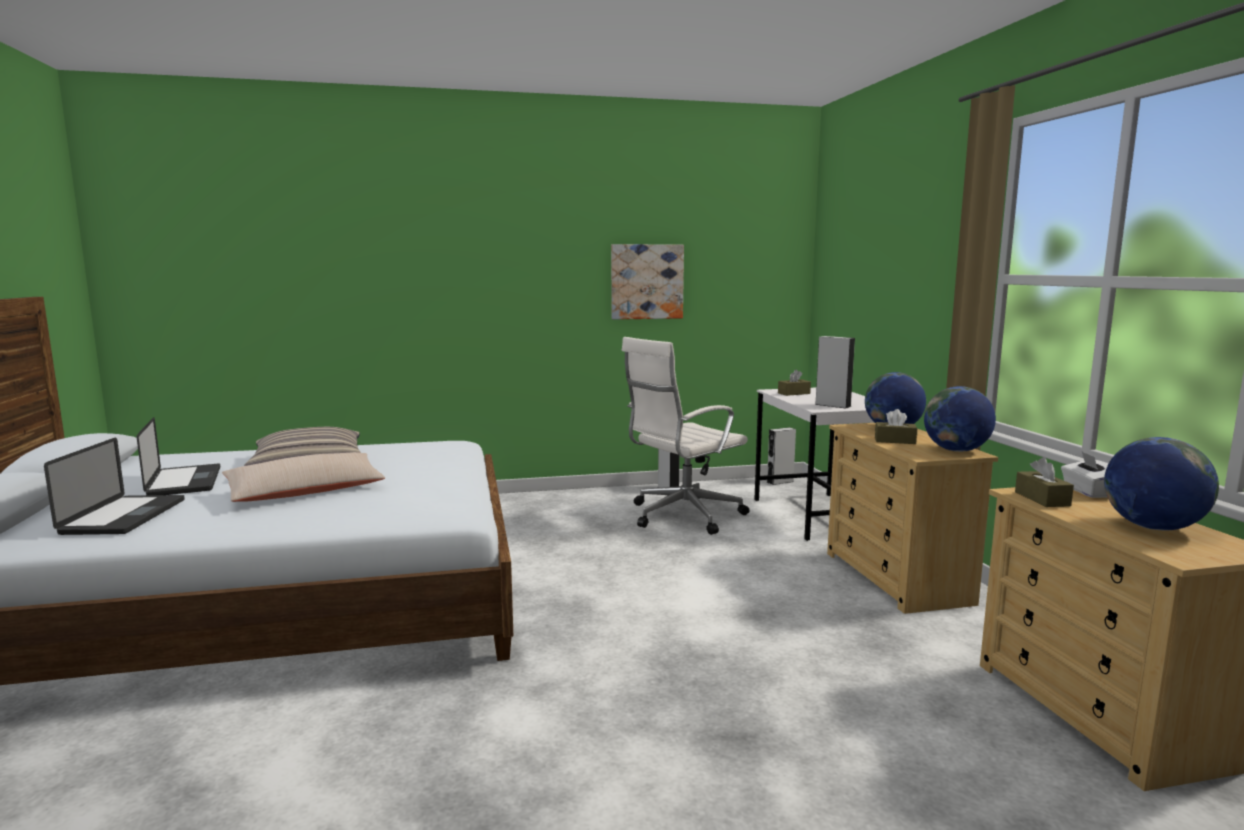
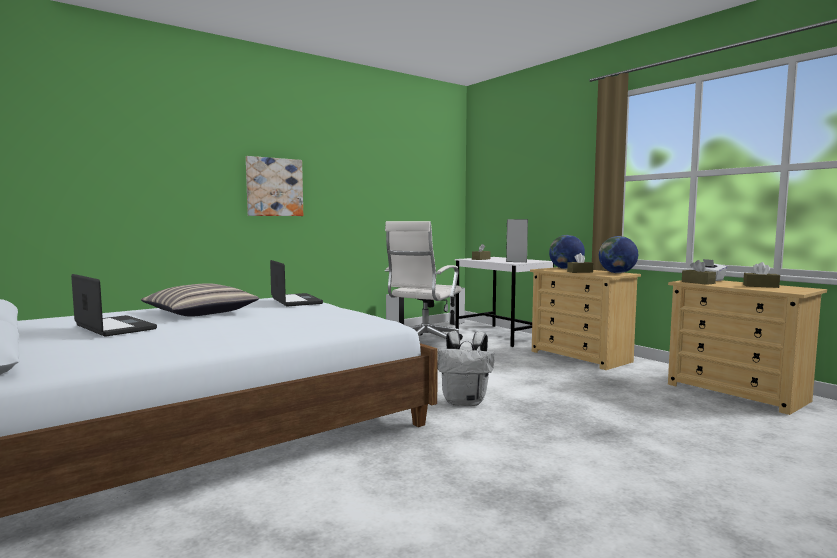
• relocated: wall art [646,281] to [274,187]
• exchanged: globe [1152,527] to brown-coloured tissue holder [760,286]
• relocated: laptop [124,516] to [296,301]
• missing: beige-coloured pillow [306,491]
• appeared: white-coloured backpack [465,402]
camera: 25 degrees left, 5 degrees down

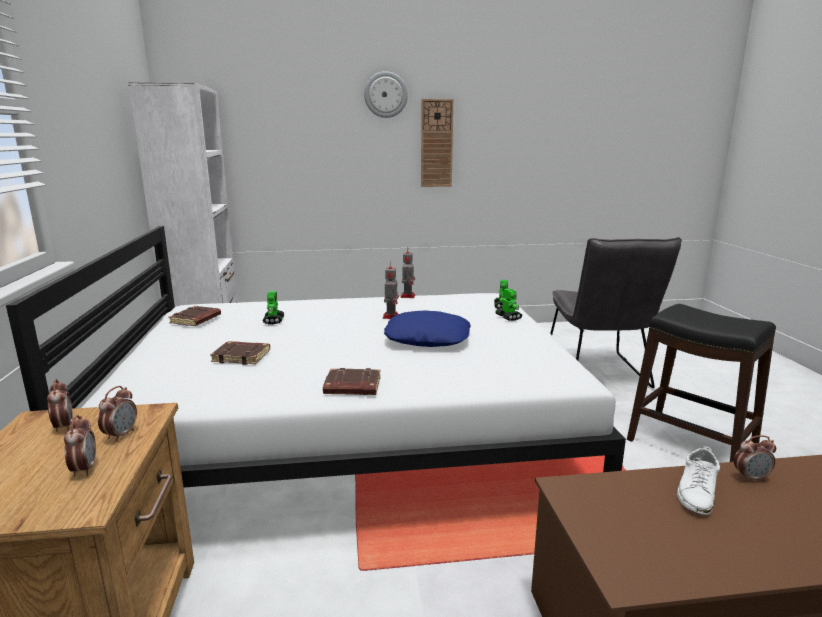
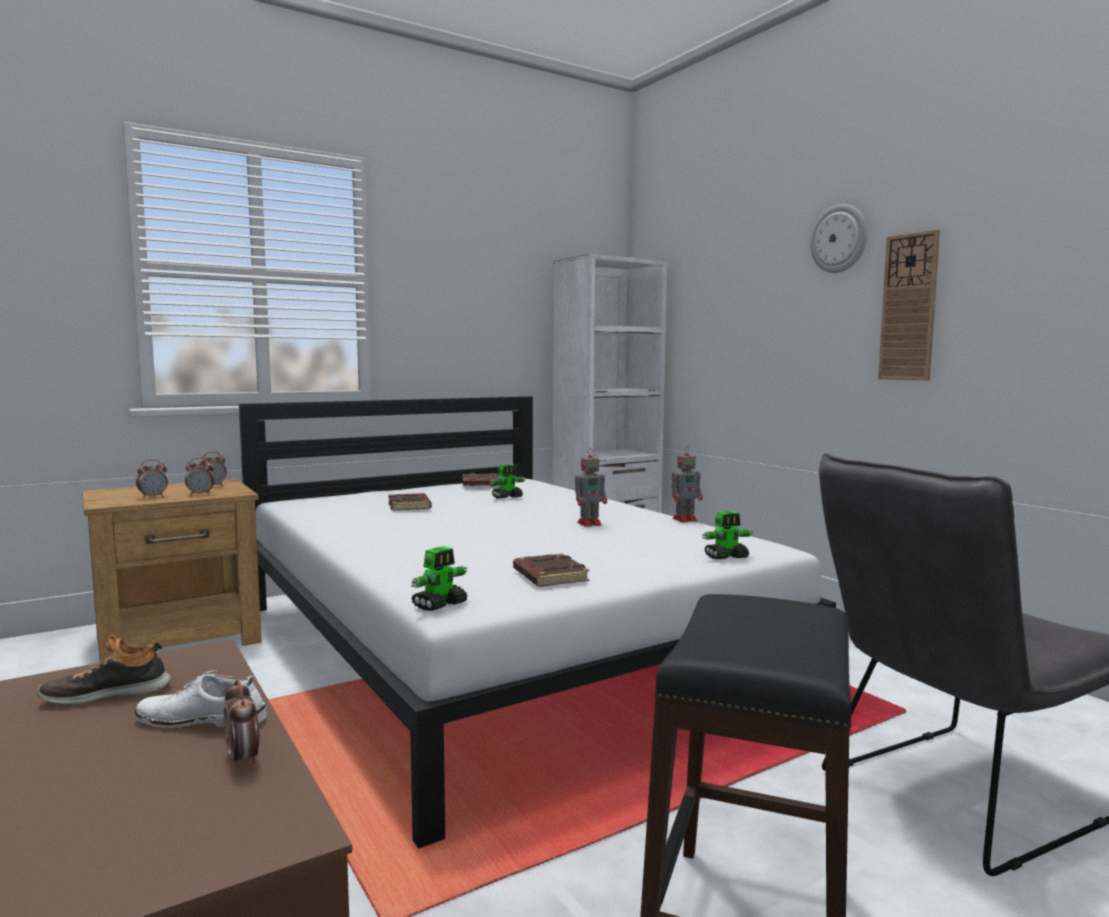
• relocated: robot figure [508,317] to [440,604]
• missing: bluish pillow [428,338]
• relocated: brown-coloured bound book [351,387] to [548,576]
• appeared: low shoe [107,693]
camera: 65 degrees right, 10 degrees down

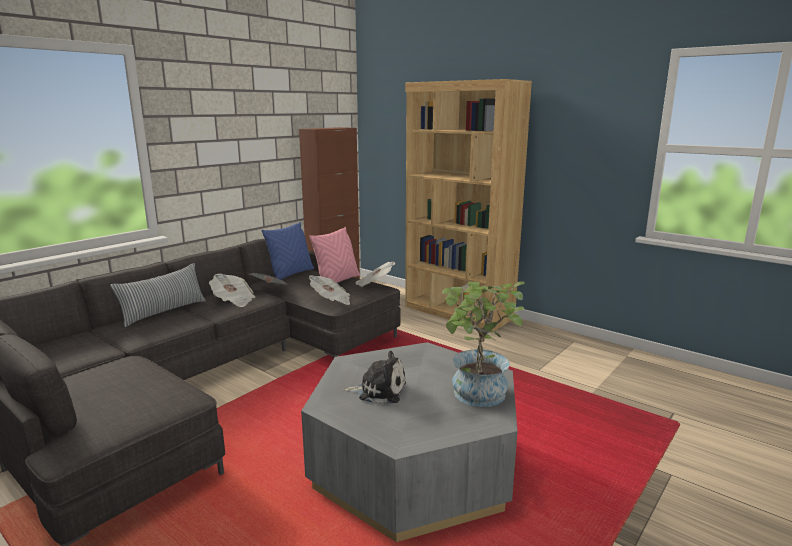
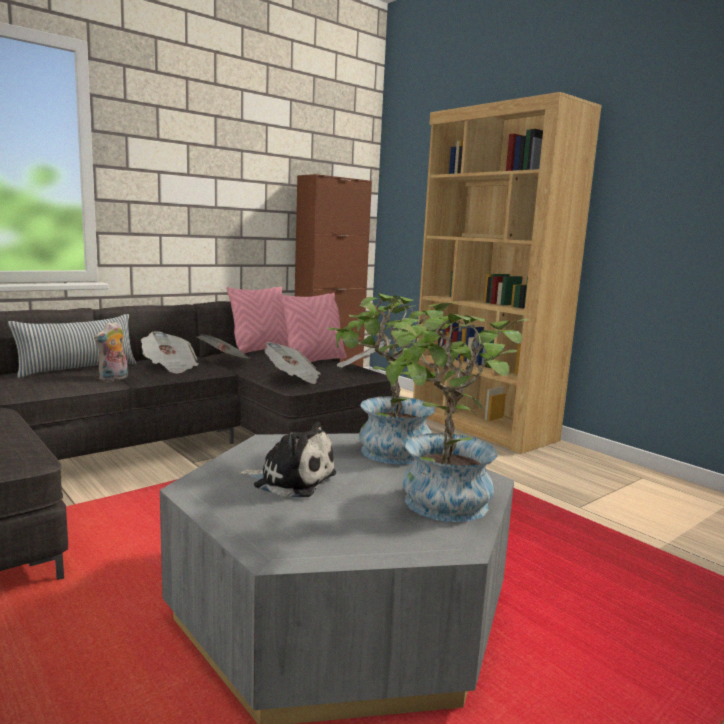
• colour: bluish pillow [291,274] to pinkish pillow [261,350]
• appeared: plant in a pot [386,453]
• appeared: soft toy [113,379]
camera: 10 degrees right, 5 degrees down

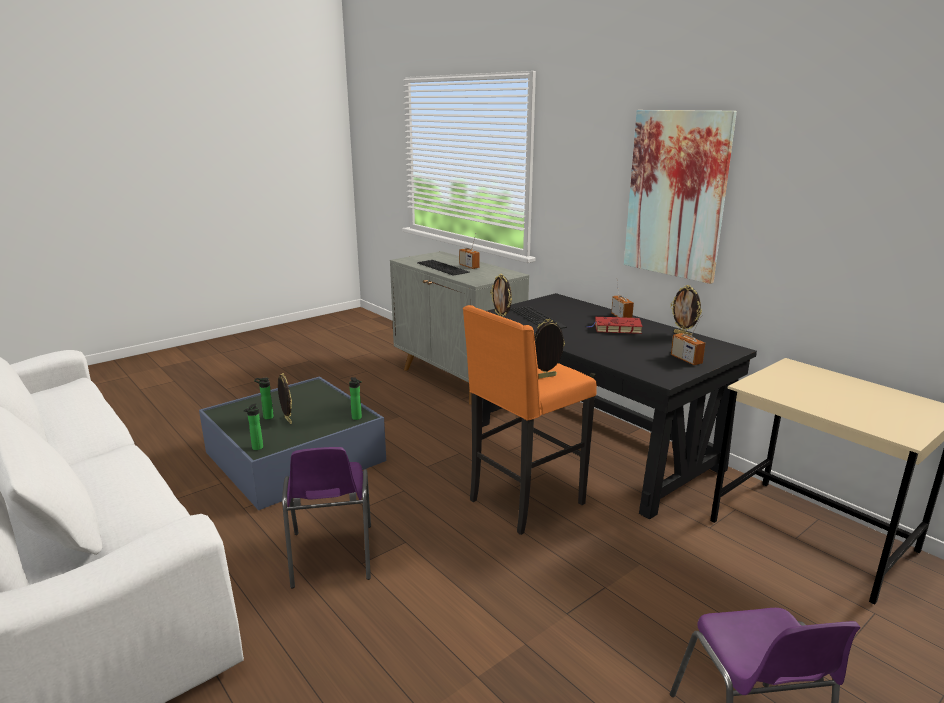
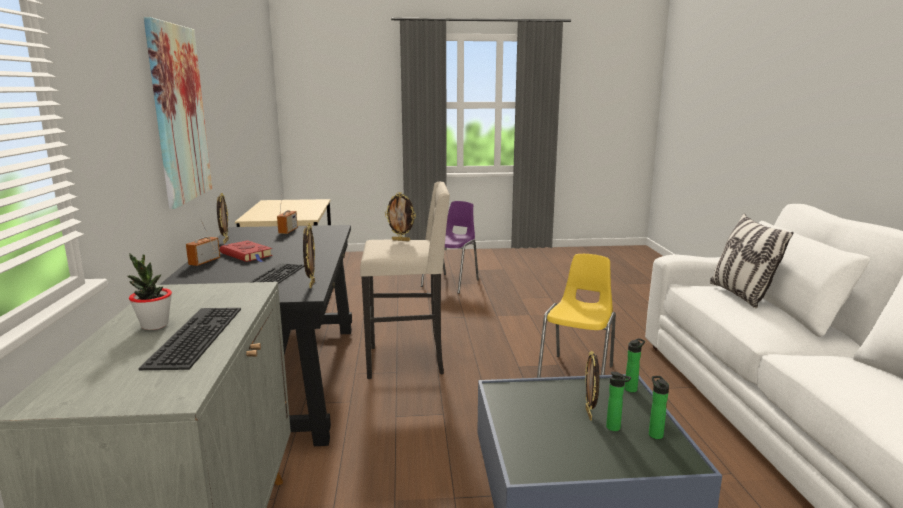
• exchanged: radio [469,266] to plant in a pot [154,325]
• colour: orange stool seat [524,502] to beige-coloured stool seat [407,361]
• relocated: drink bottle [357,418] to [654,434]
• colour: purplish plain chair [331,557] to yellow-coloured plain chair [577,374]
• appeared: pillow [740,295]
camera: 145 degrees left, 5 degrees down

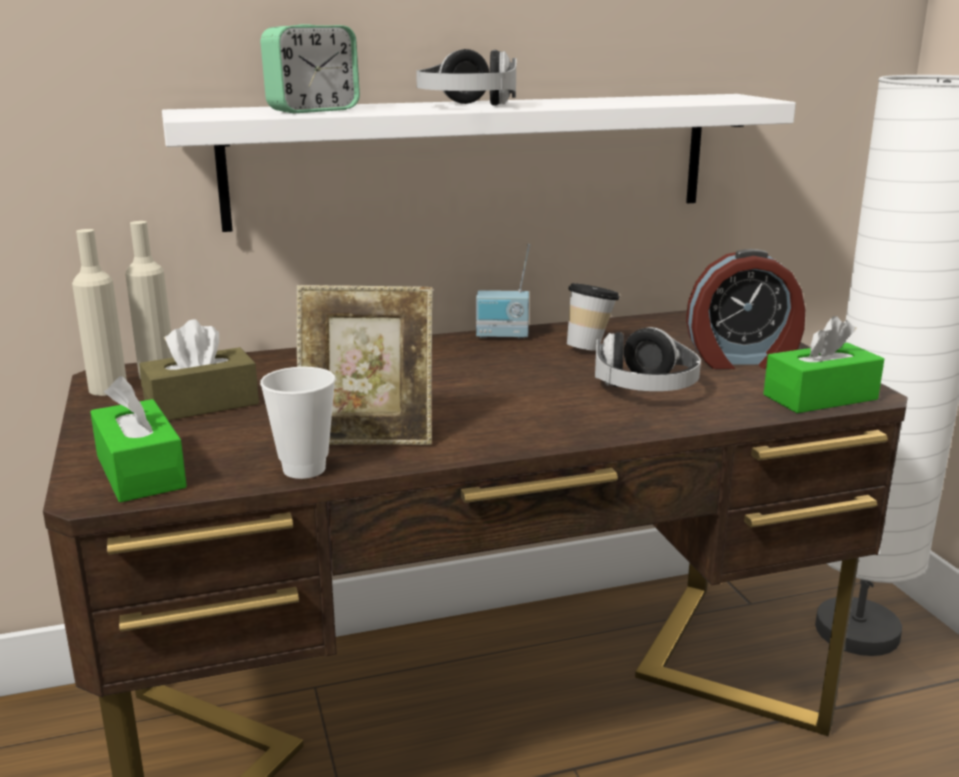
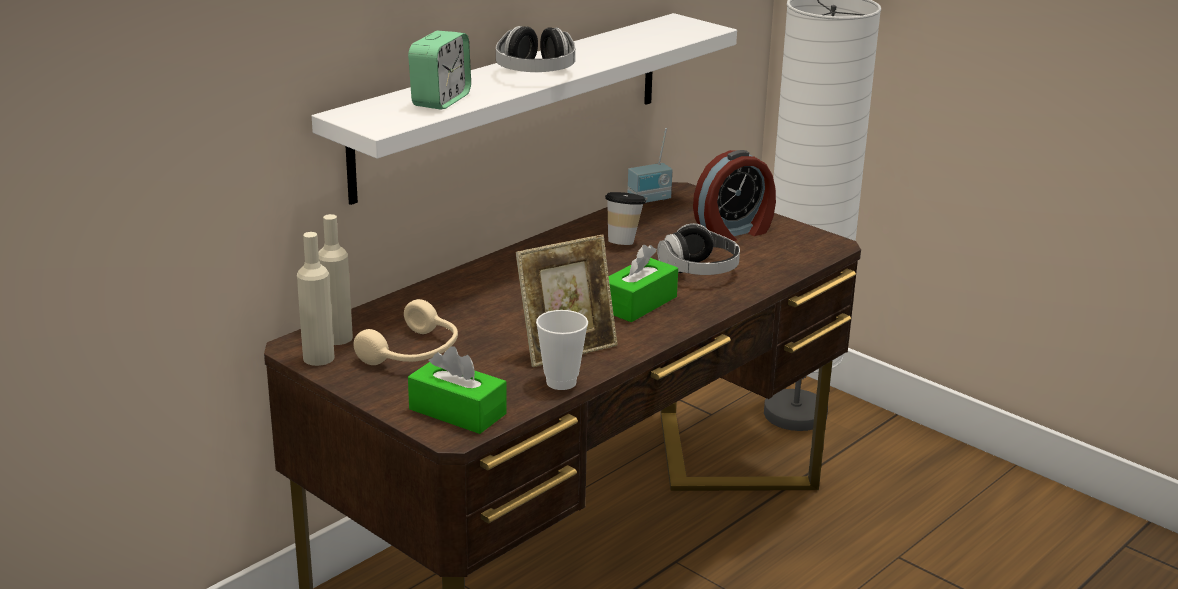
• relocated: radio [502,336] to [650,200]
• relocated: green-coloured tissue holder [820,397] to [638,303]
• exchanged: brown-coloured tissue holder [202,404] to beige-coloured headset [414,353]
camera: 30 degrees left, 5 degrees up

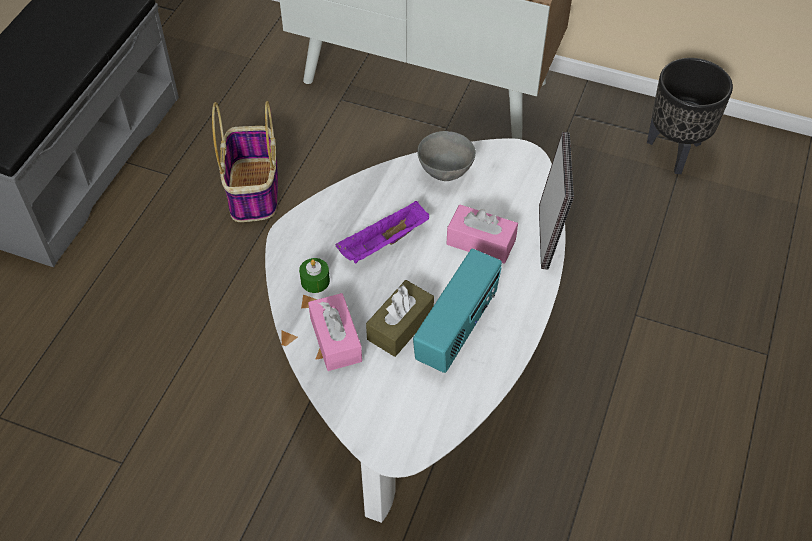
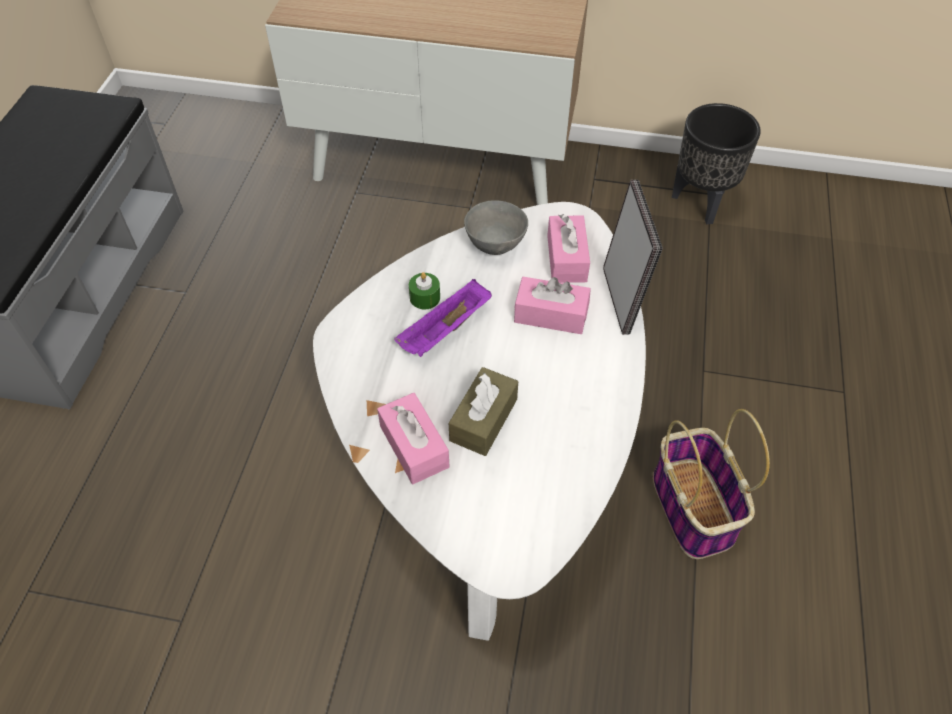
• relocated: basket [254,191] to [694,509]
• missing: radio [457,329]
• relocated: green-coloured wax light [315,281] to [425,297]
• appeared: pinkish tissue holder [566,258]
camera: 10 degrees left, 0 degrees up

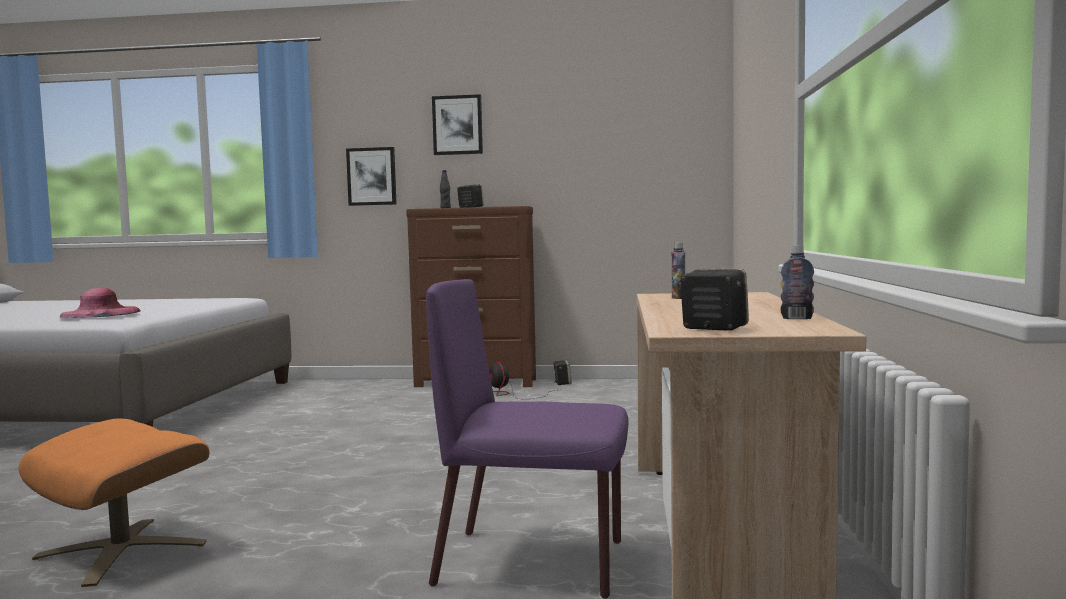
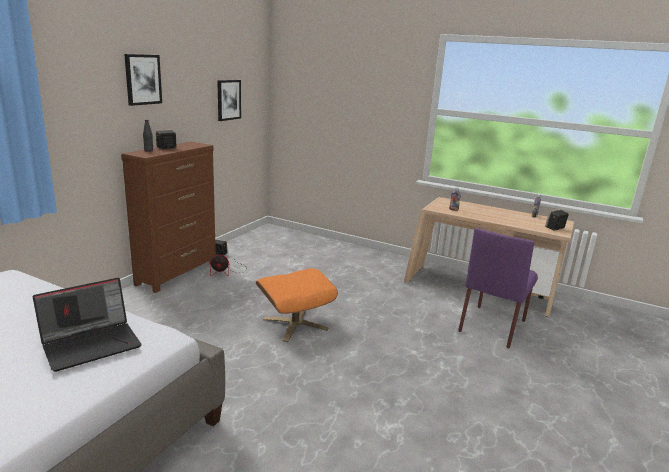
• relocated: wall art [371,176] to [228,100]
• exchanged: pinkish wearable hat [100,313] to laptop [92,343]
• relocated: orange ottoman [122,550] to [295,324]
camera: 70 degrees left, 15 degrees up

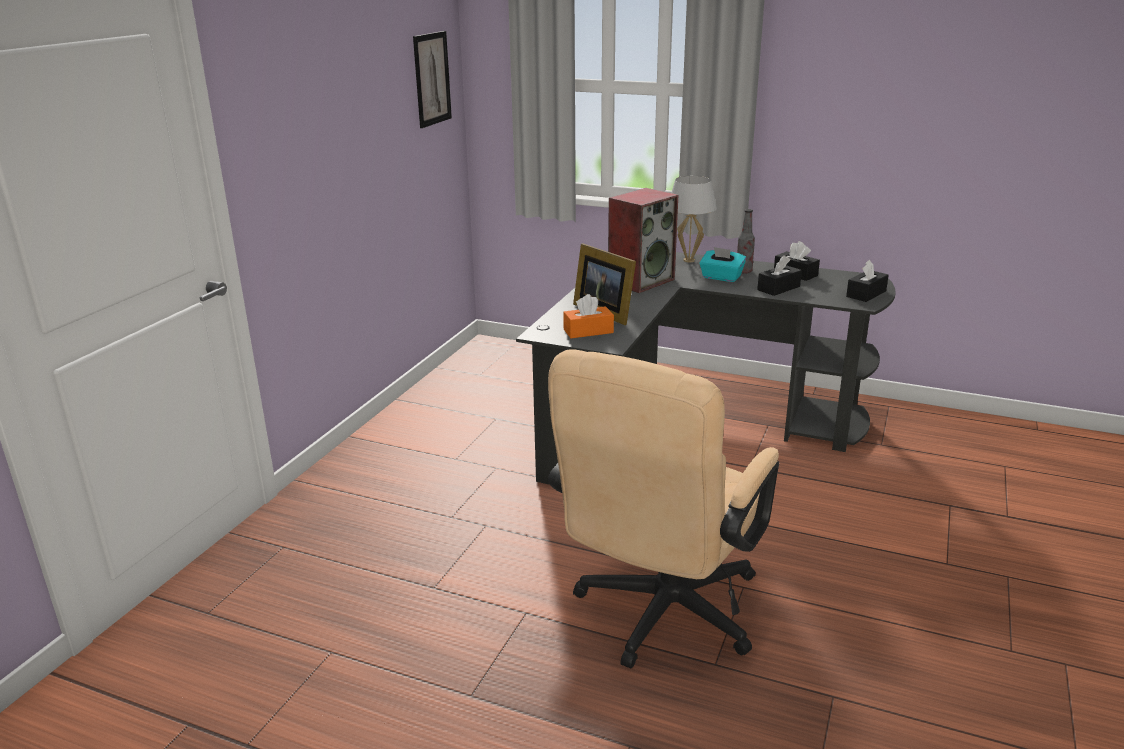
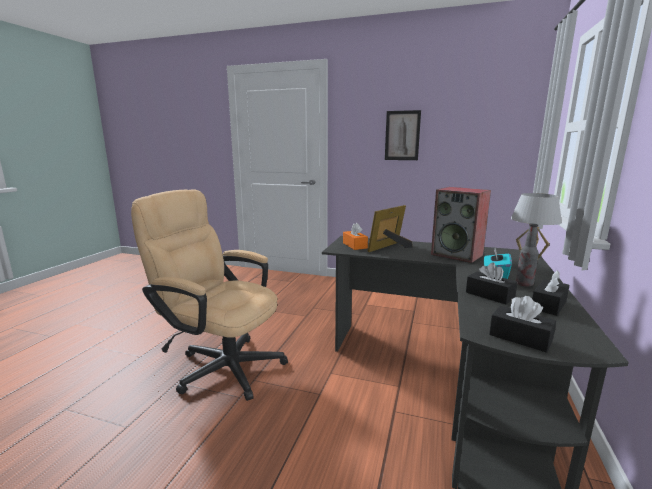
• relocated: wall art [432,79] to [402,135]
camera: 85 degrees right, 10 degrees down

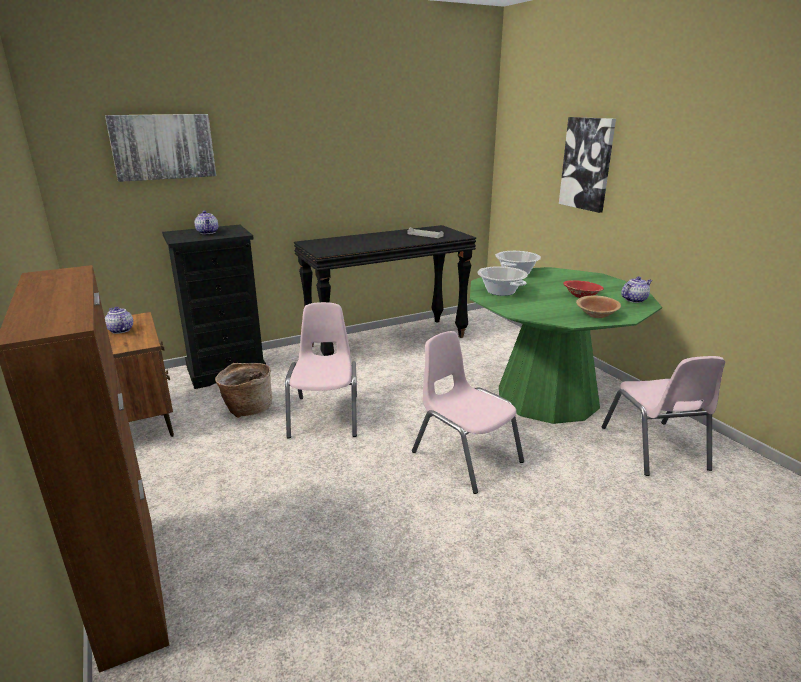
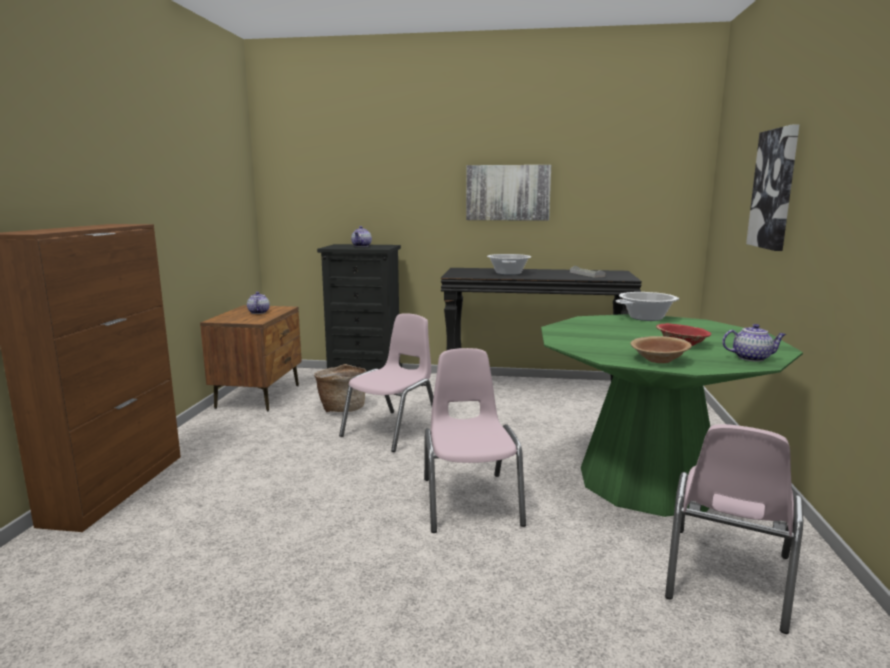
• relocated: wall art [163,147] to [508,192]
• relocated: saucepot [500,291] to [508,273]
camera: 35 degrees right, 10 degrees down

